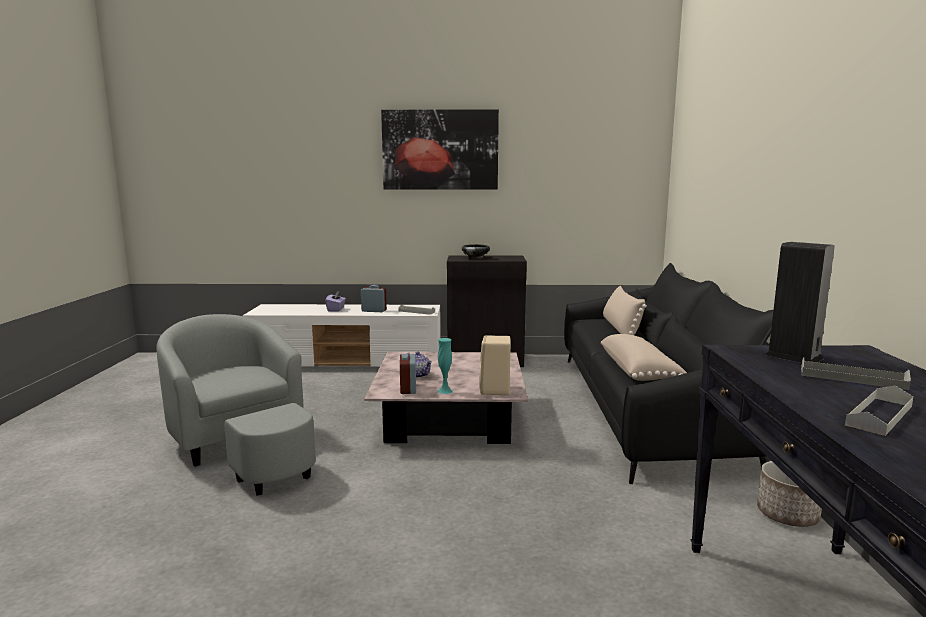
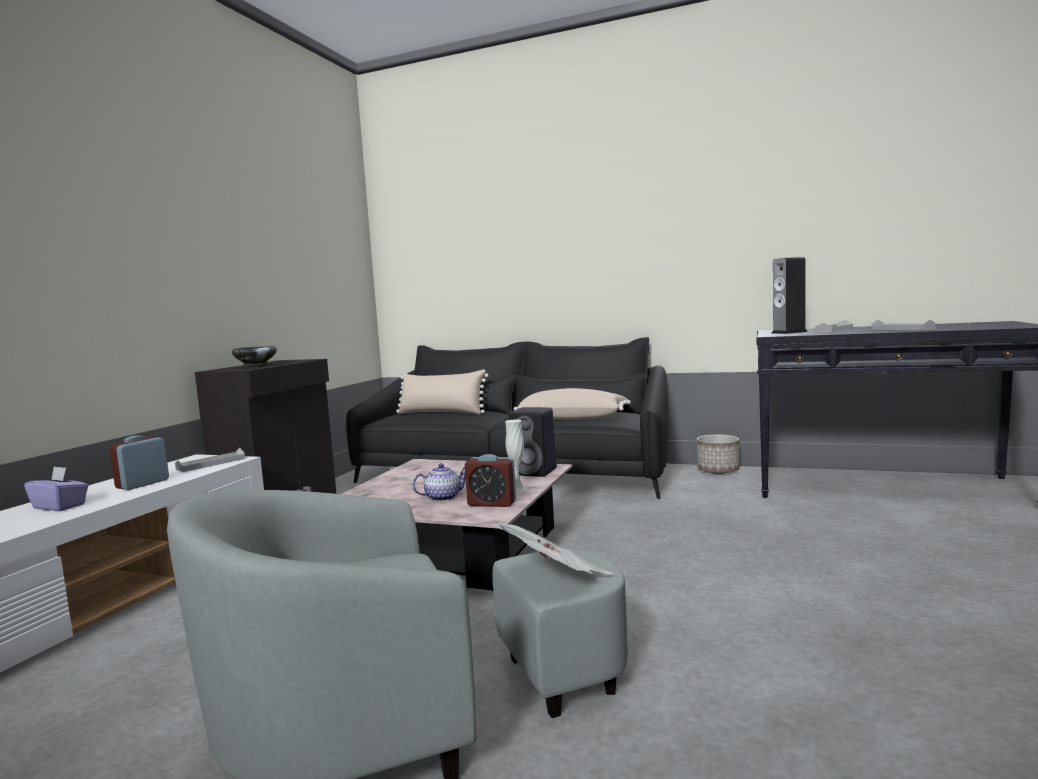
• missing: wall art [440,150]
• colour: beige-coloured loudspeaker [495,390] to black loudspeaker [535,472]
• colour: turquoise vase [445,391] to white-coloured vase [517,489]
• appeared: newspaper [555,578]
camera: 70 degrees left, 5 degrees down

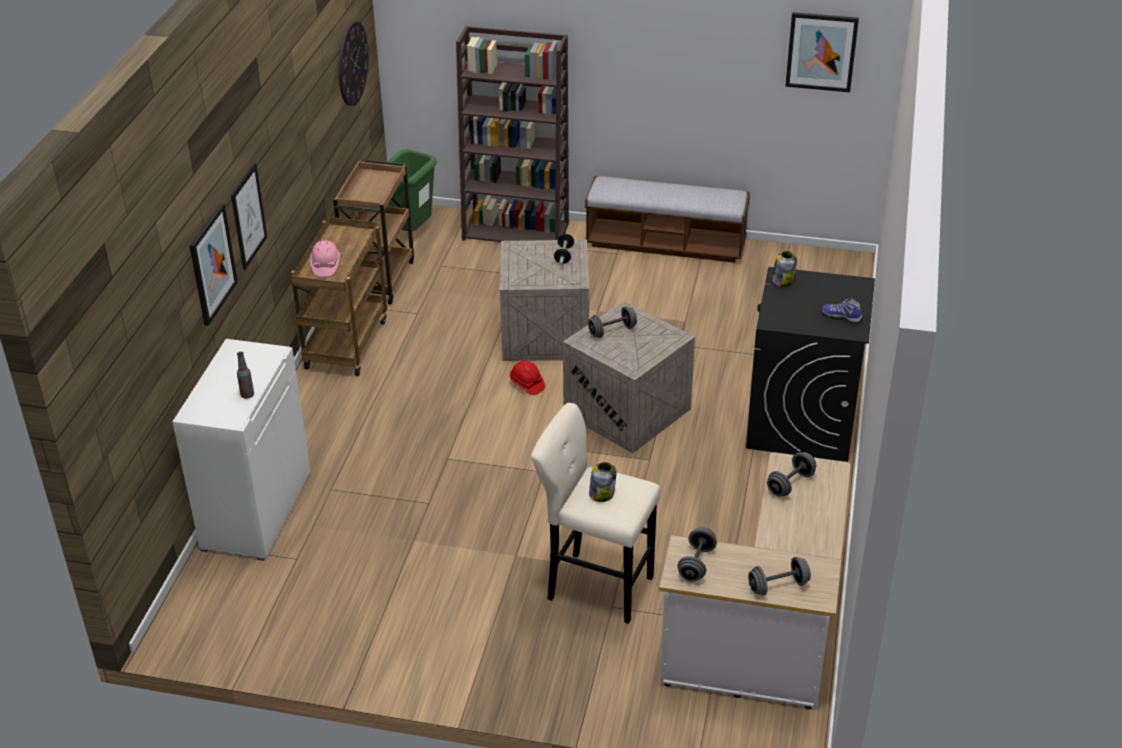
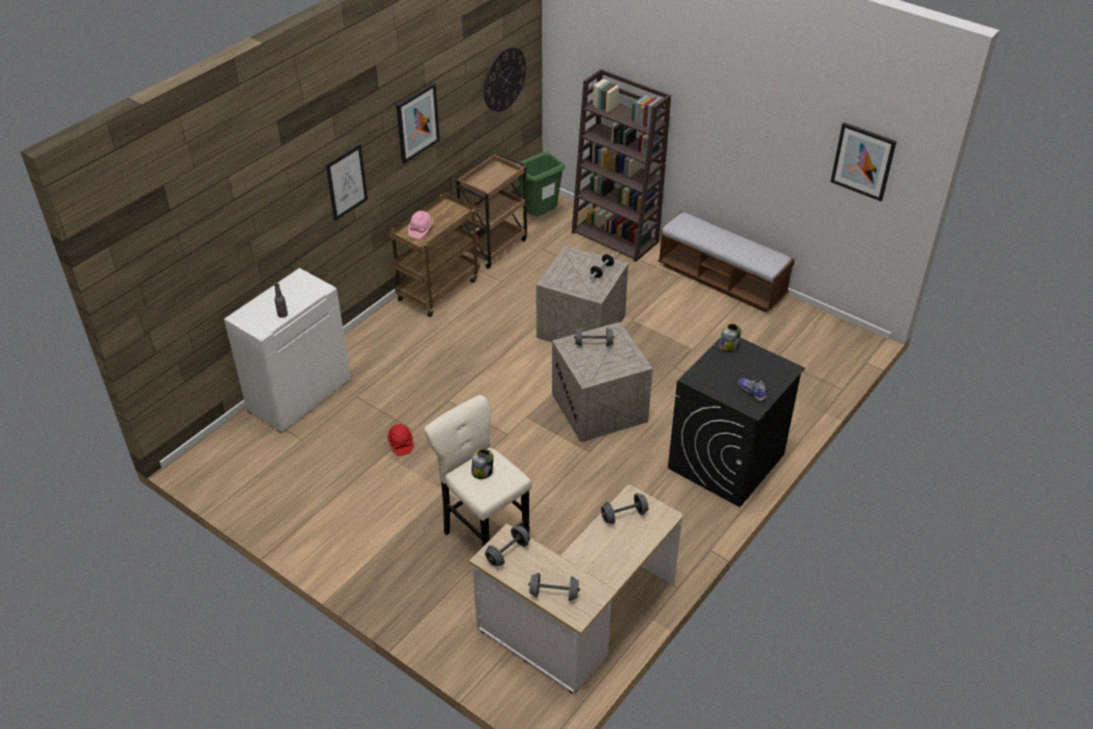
• relocated: wall art [212,264] to [417,122]
• relocated: red safety helmet [527,384] to [400,444]
camera: 25 degrees right, 5 degrees up

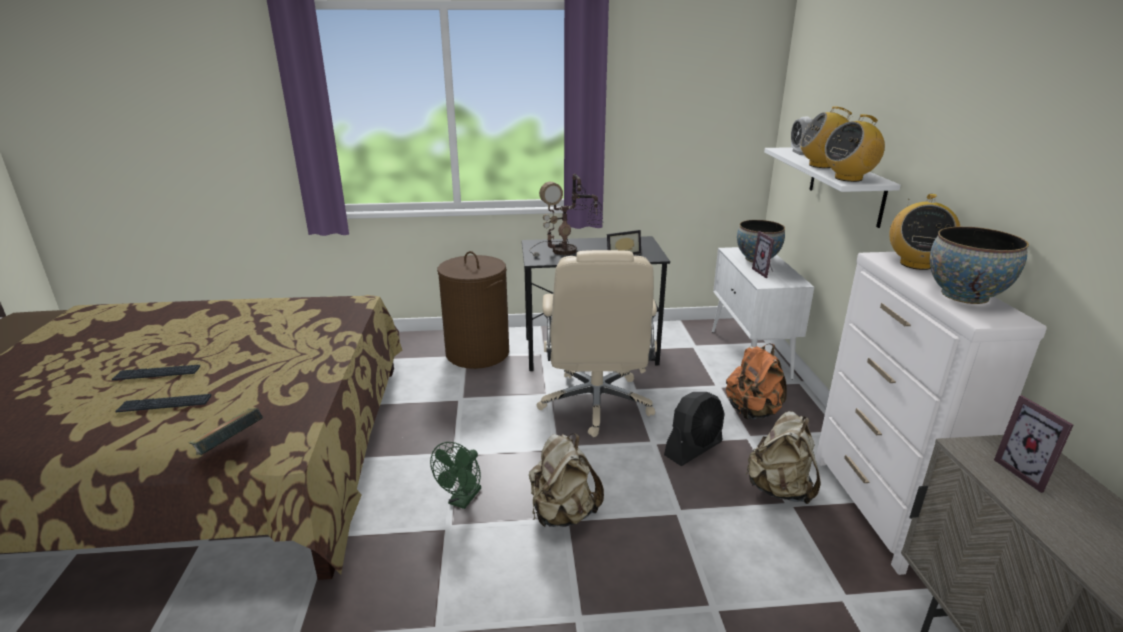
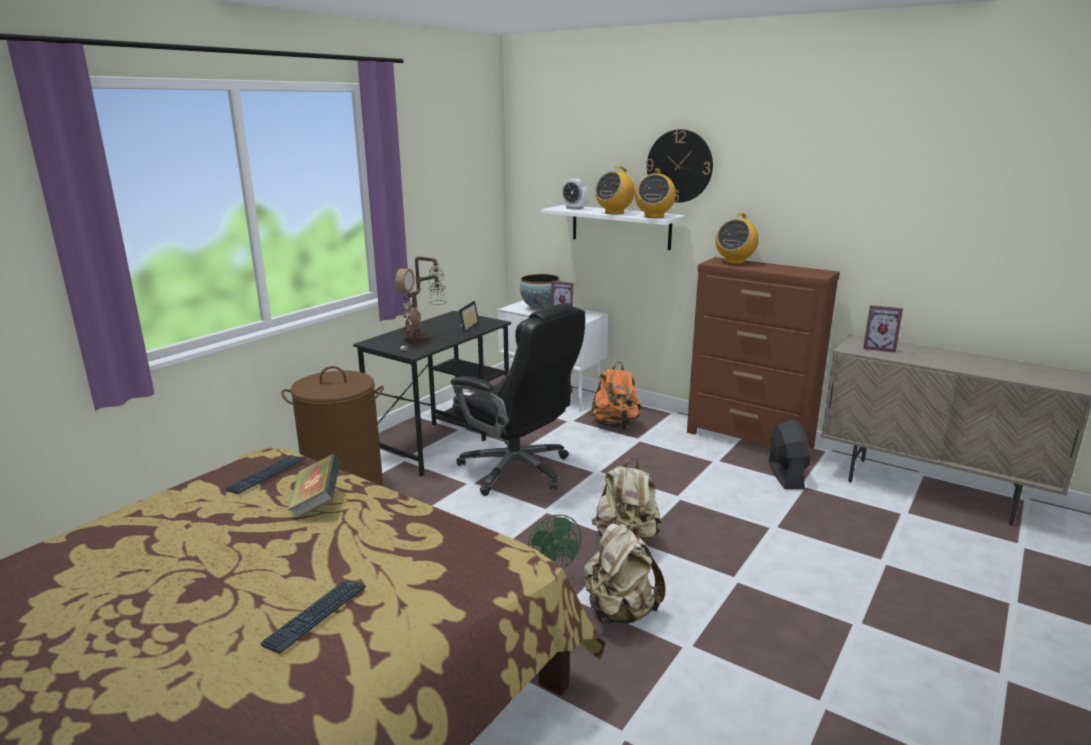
• spun: radio [915,264] = [734,262] 60 degrees clockwise
• missing: deep dish [964,296]
• colour: beige-coloured computer chair [596,404] to black computer chair [517,470]
• colour: white-coloured chest of drawers [878,509] to brown-coloured chest of drawers [750,440]
• relocated: PC keyboard [157,374] to [267,475]
• relocated: black cooling fan [693,448] to [785,475]
• relocated: bound book [230,448] to [317,503]
• relocated: beige-coloured backpack [779,489] to [620,612]
• appeared: wall clock [679,166]
camera: 50 degrees left, 5 degrees down

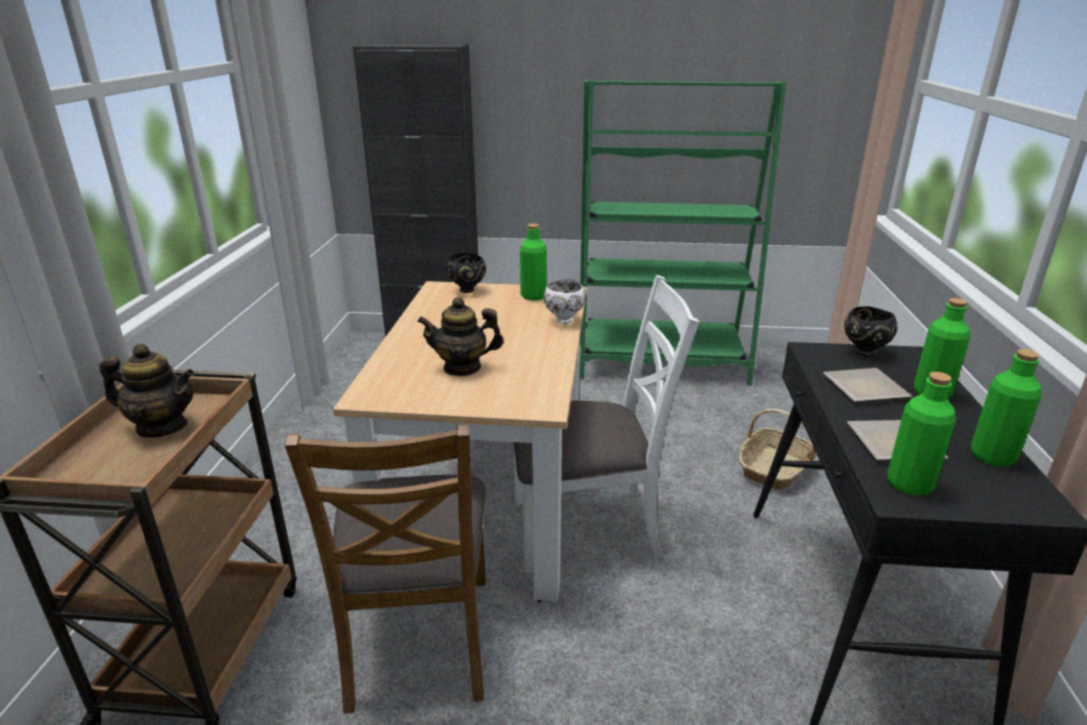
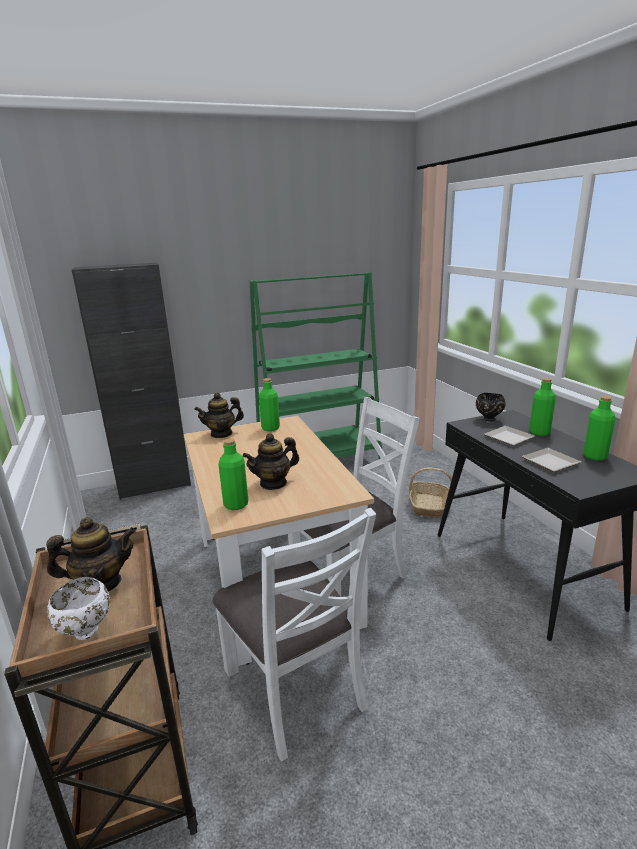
• exchanged: black deep dish [468,290] to teapot [221,433]
• relocated: white-coloured deep dish [564,321] to [86,633]
• relocated: green-coloured drink bottle [909,484] to [236,504]
• colour: brown-coloured plain chair [418,639] to white-coloured plain chair [295,688]
camera: 25 degrees left, 5 degrees down

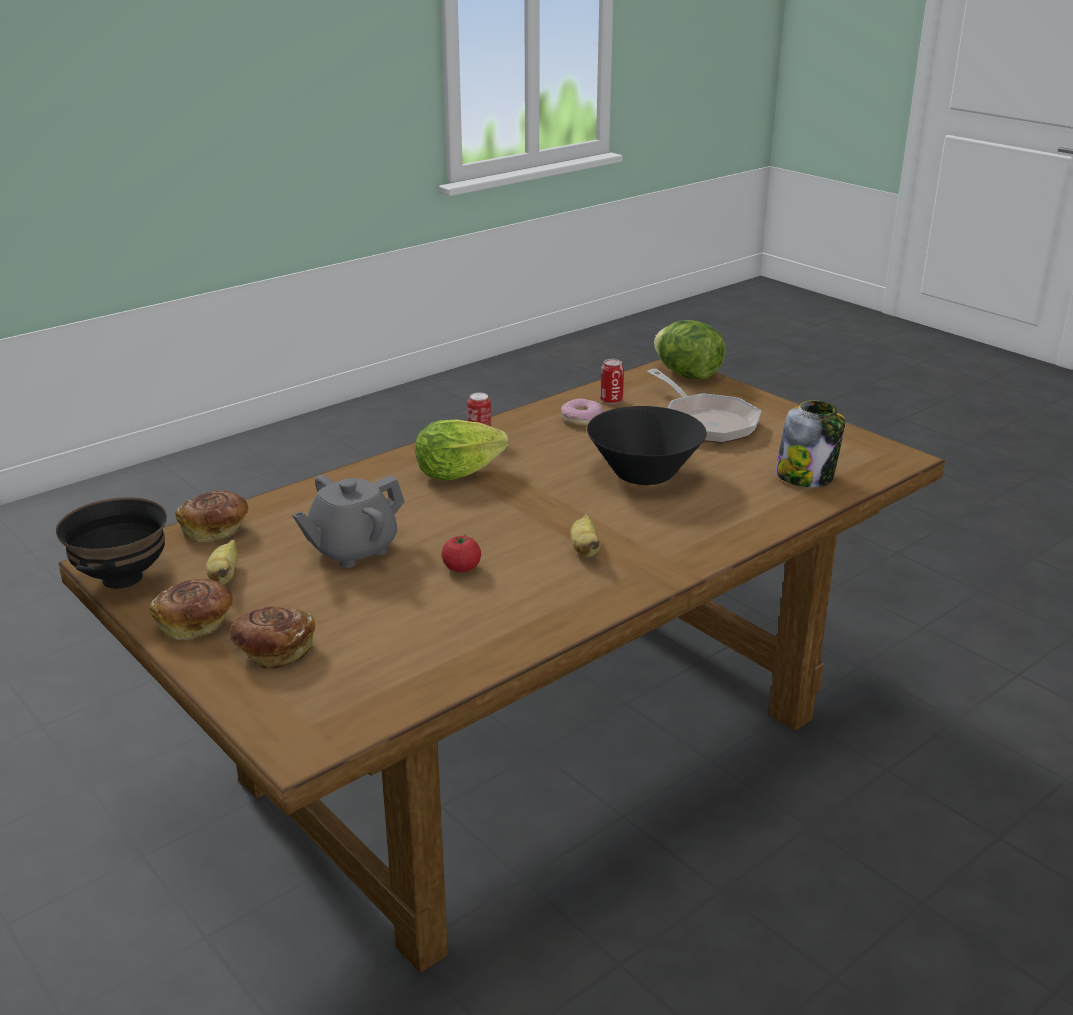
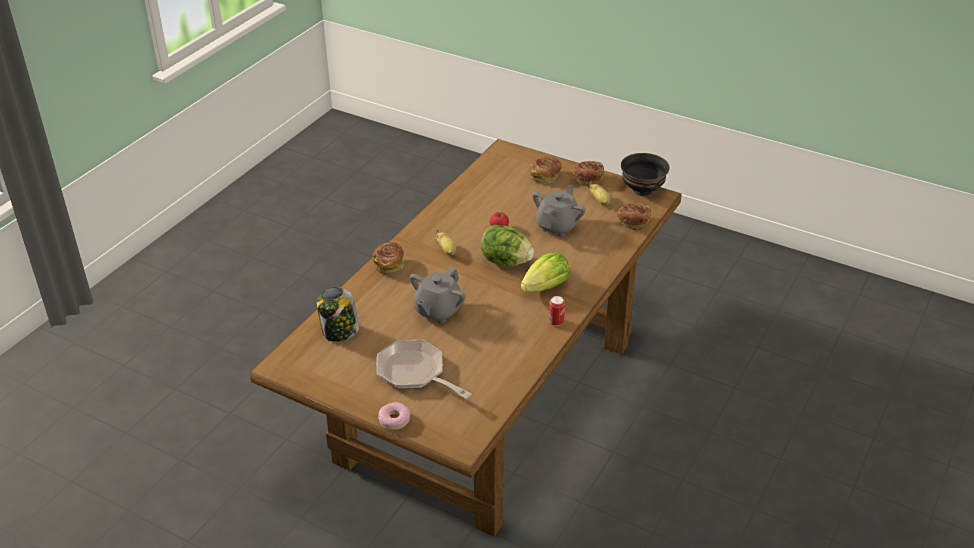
• relocated: lettuce head [687,375] to [505,261]
• missing: sealed can [611,400]
• relocated: donut [581,419] to [394,419]
• exchanged: black deep dish [644,474] to greyish teapot [438,311]
• appeared: baked bread [389,264]
camera: 160 degrees right, 10 degrees up

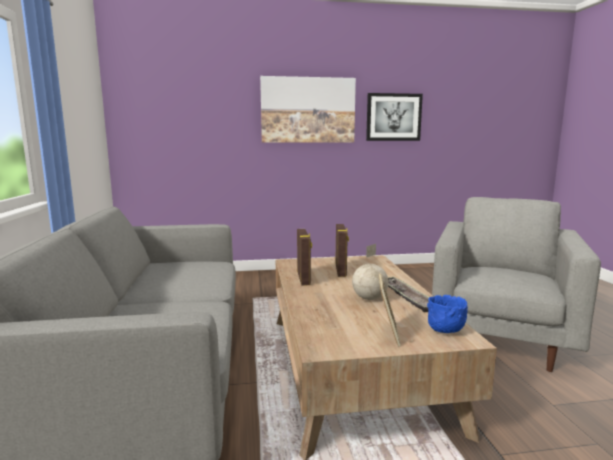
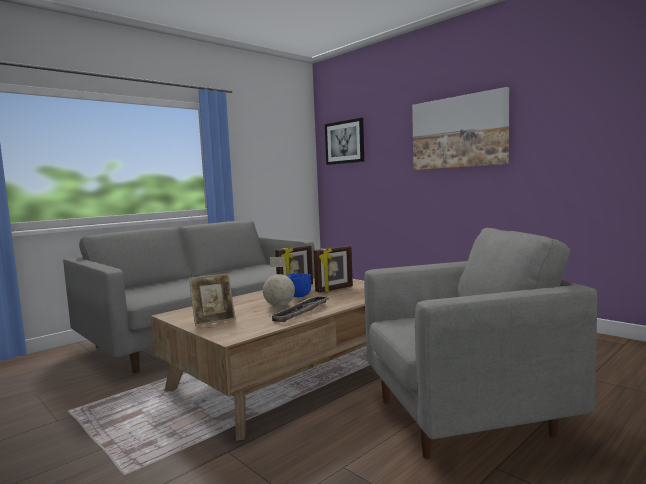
• relocated: wall art [393,117] to [344,142]
• relocated: bluish deep dish [445,331] to [299,297]
camera: 55 degrees right, 5 degrees down

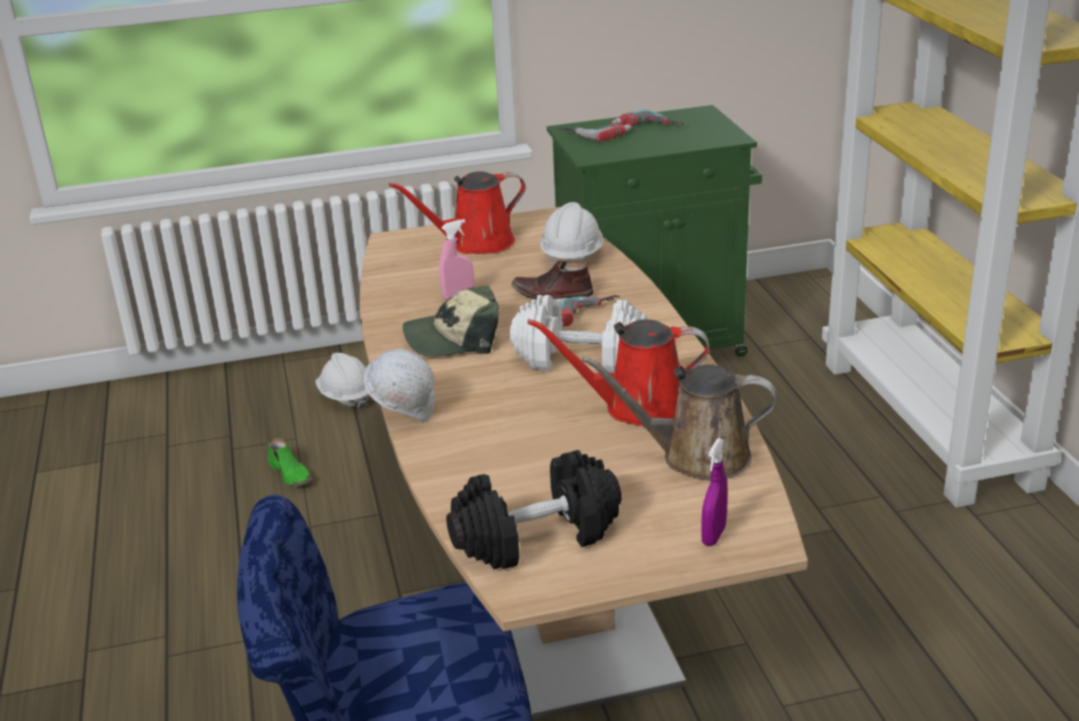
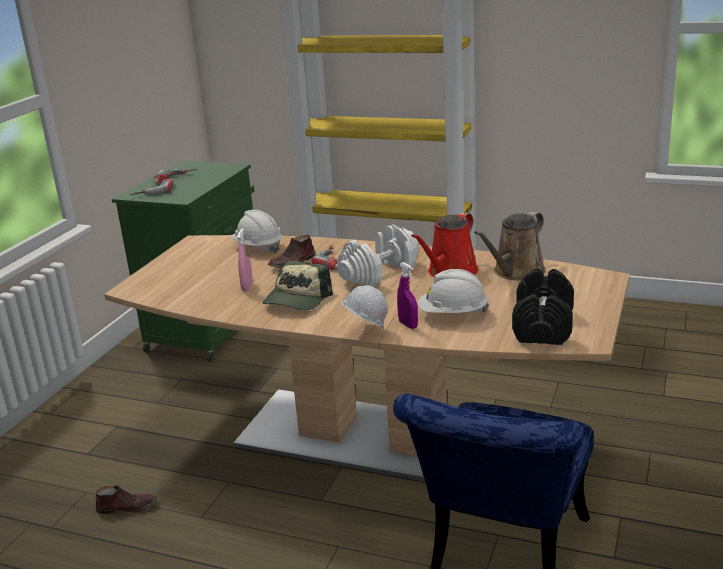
• missing: red watering can [476,244]
• relocated: white-coloured safety helmet [346,397] to [453,314]
• colour: green-coloured low shoe [291,474] to brown-coloured low shoe [127,507]
• relocated: purplish sprayer [713,536] to [408,325]
camera: 55 degrees left, 5 degrees down

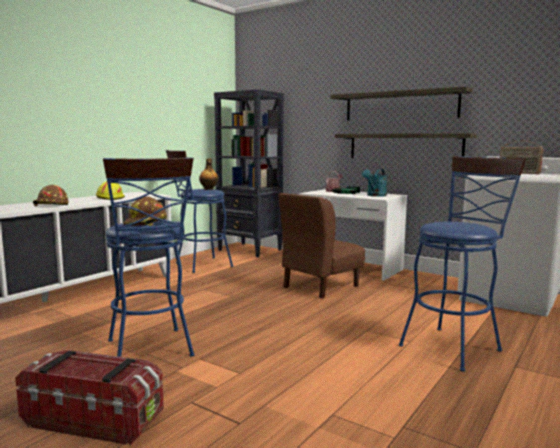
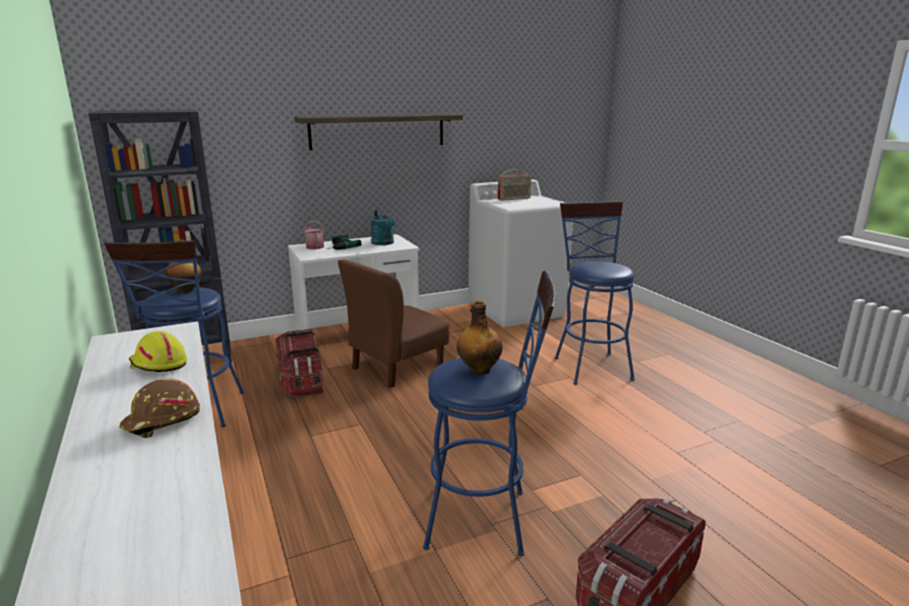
• missing: wall shelf [404,146]
• spun: brown-coloured plain chair [320,286] = [396,367] 60 degrees clockwise
• exchanged: brown-coloured safety helmet [146,223] to drink bottle [479,369]
• appeared: storage box [301,379]
camera: 60 degrees left, 10 degrees up

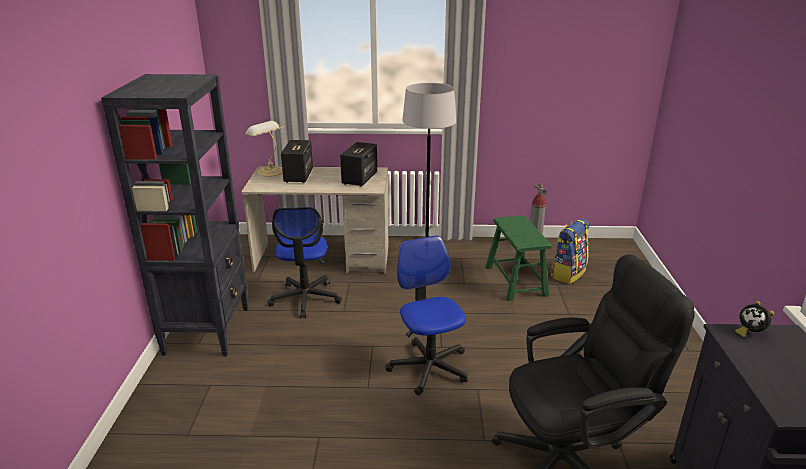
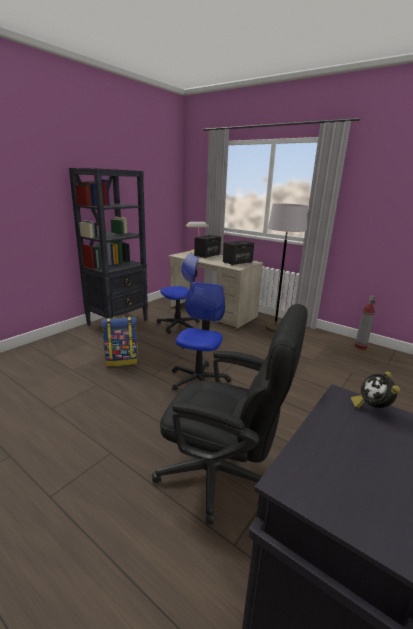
• spun: computer chair [305,299] = [179,325] 150 degrees counterclockwise
• missing: green-coloured stool seat [515,281]
• relocated: backpack [567,273] to [122,360]
camera: 35 degrees right, 5 degrees down

